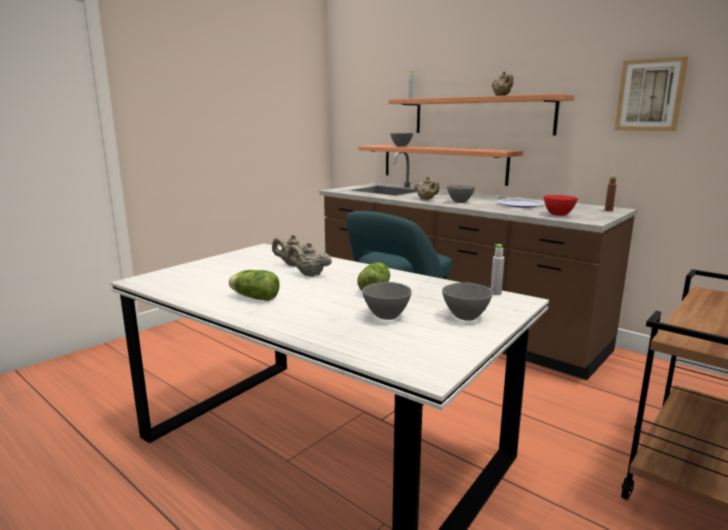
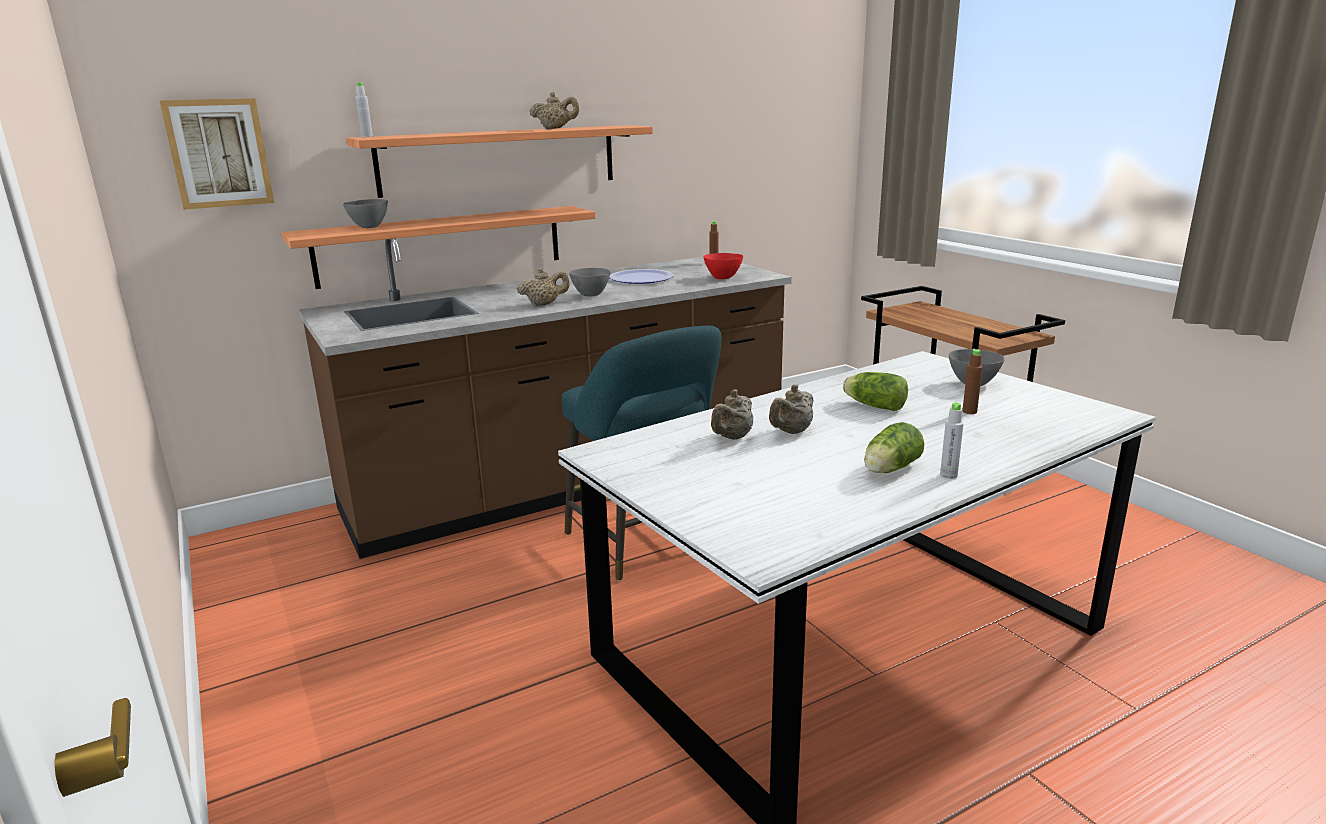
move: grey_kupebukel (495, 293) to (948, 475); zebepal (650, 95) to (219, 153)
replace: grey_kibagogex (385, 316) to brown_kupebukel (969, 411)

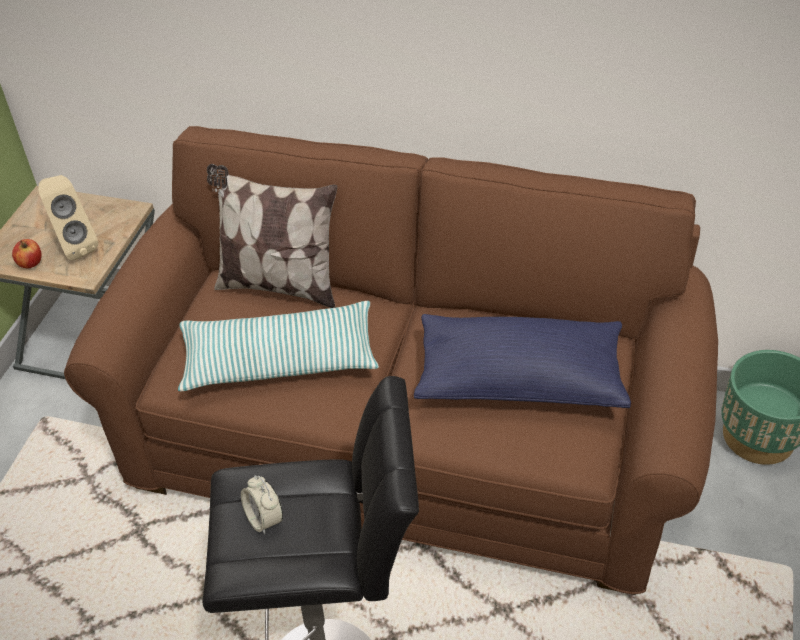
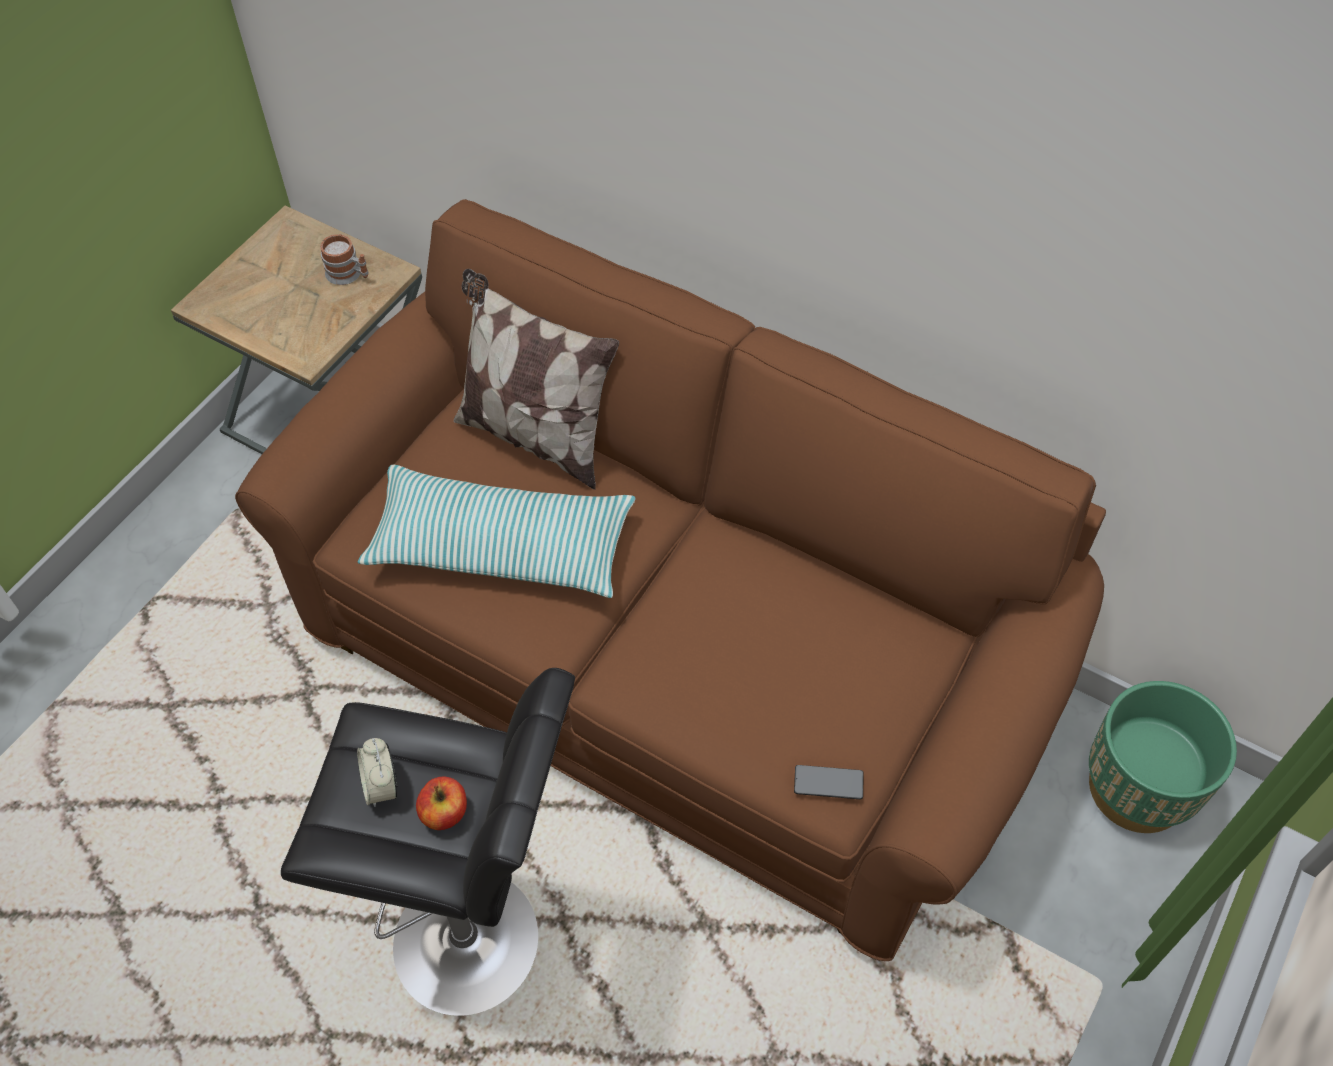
delete: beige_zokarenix (74, 246); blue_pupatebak (519, 379)
insert: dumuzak (349, 275); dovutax (828, 783)
move: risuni (30, 263) to (444, 812)

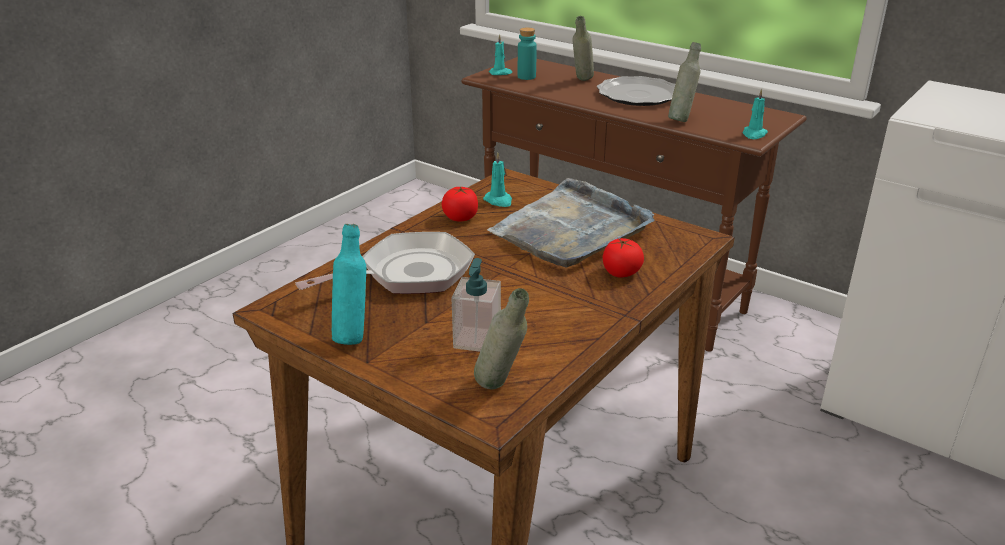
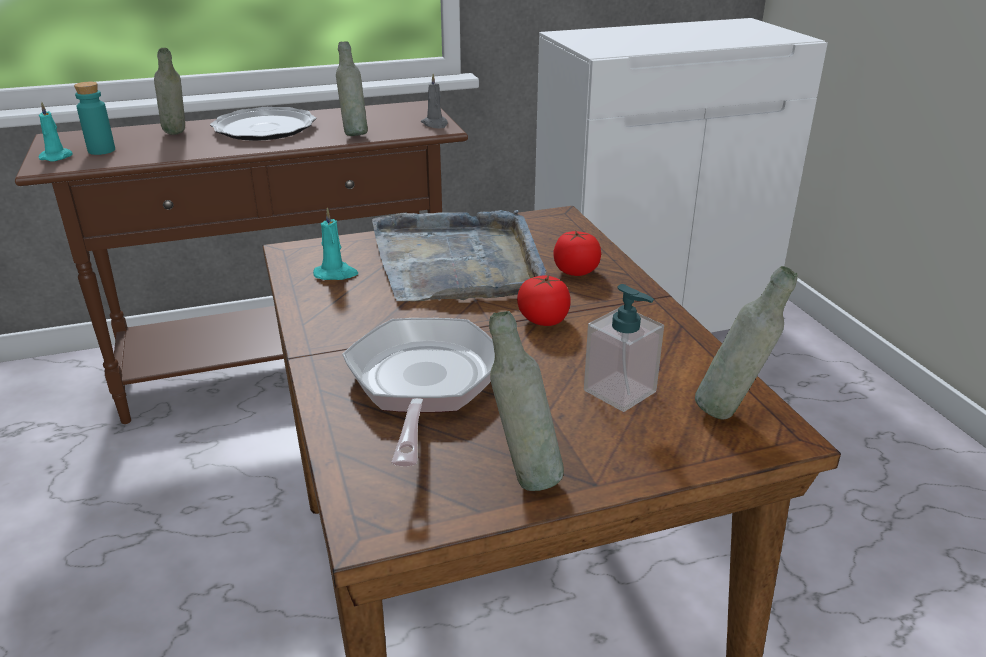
move: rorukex (460, 217) to (543, 320)
recolor: turquoise_kupebukel (353, 336) to grey_kupebukel (523, 475); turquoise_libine (754, 134) to grey_libine (435, 124)

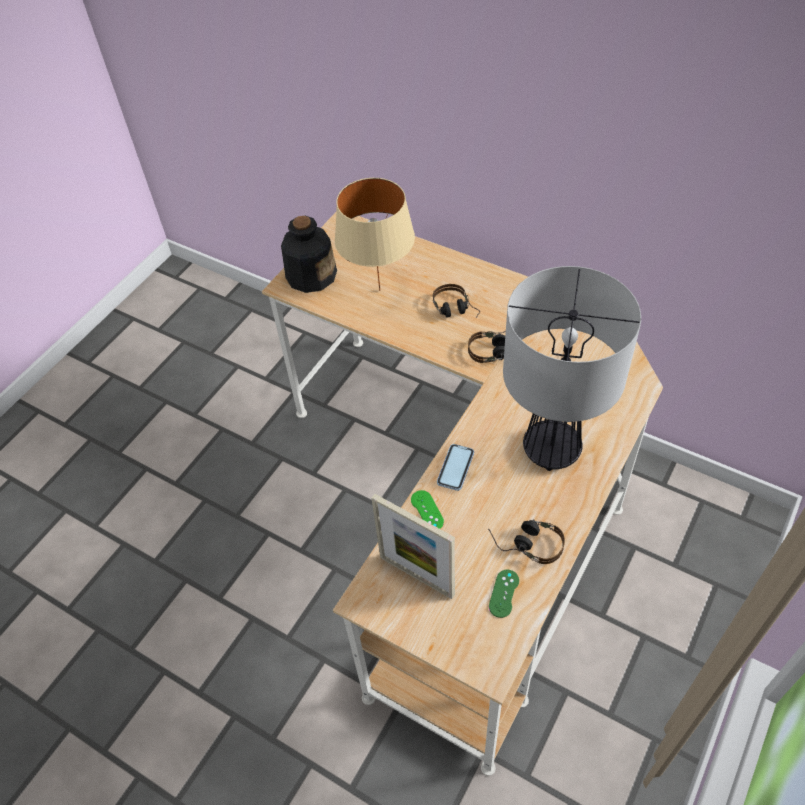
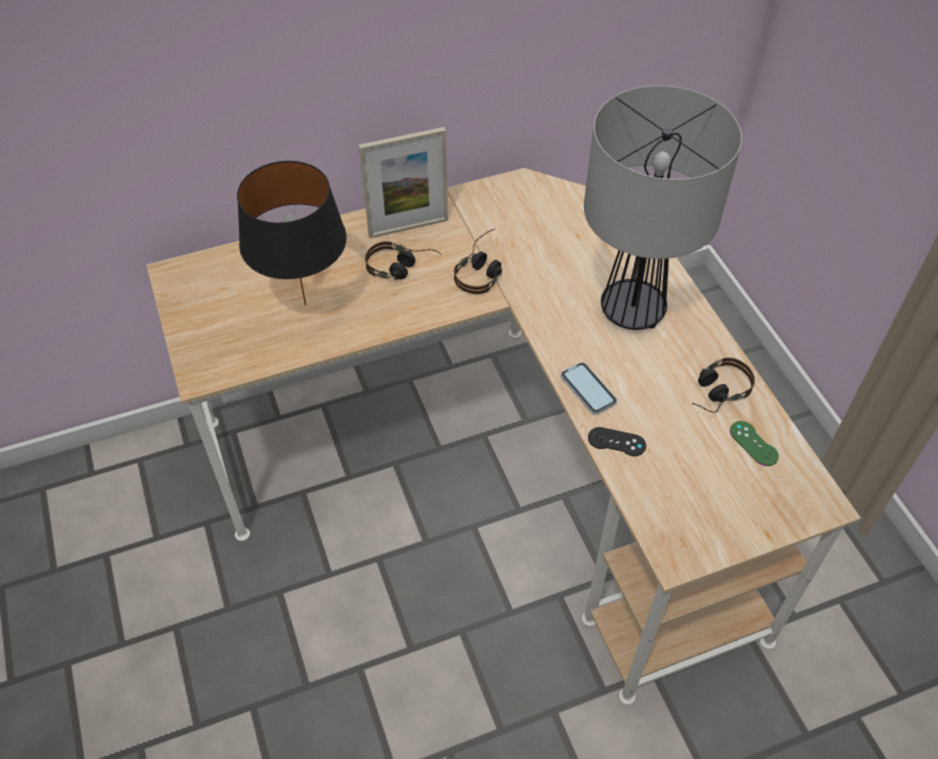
delete: kupebukel (311, 275)
move: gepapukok (416, 576) to (408, 227)
recolor: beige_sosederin (379, 290) to black_sosederin (305, 306); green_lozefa (427, 511) to black_lozefa (616, 442)

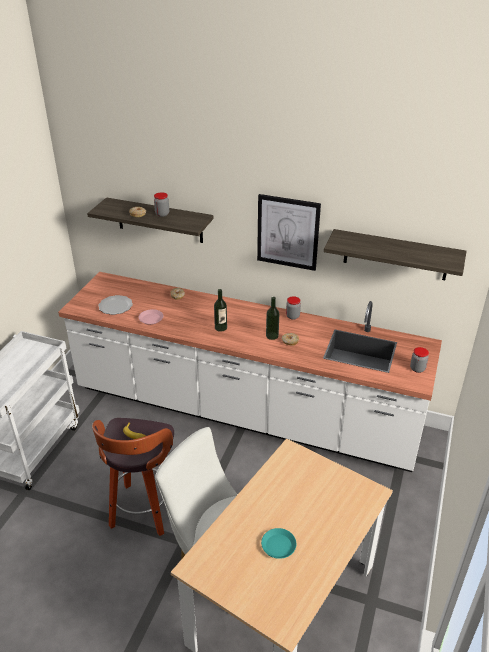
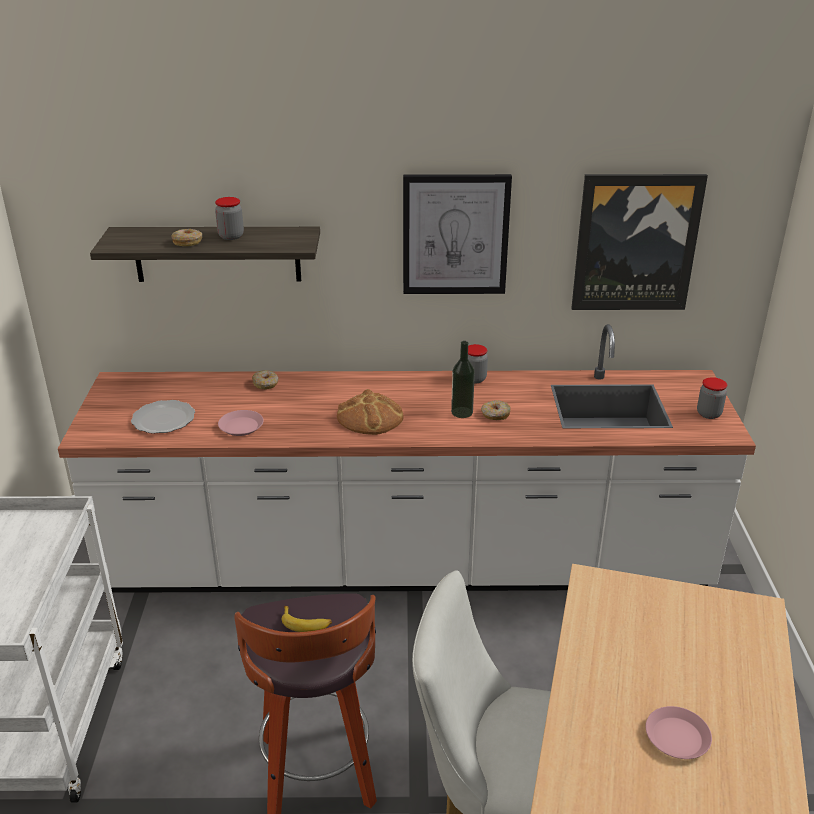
replace: kupebukel (220, 328) to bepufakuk (370, 417); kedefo (395, 255) to zebepal (635, 242)
recolor: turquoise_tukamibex (278, 545) to pink_tukamibex (677, 737)

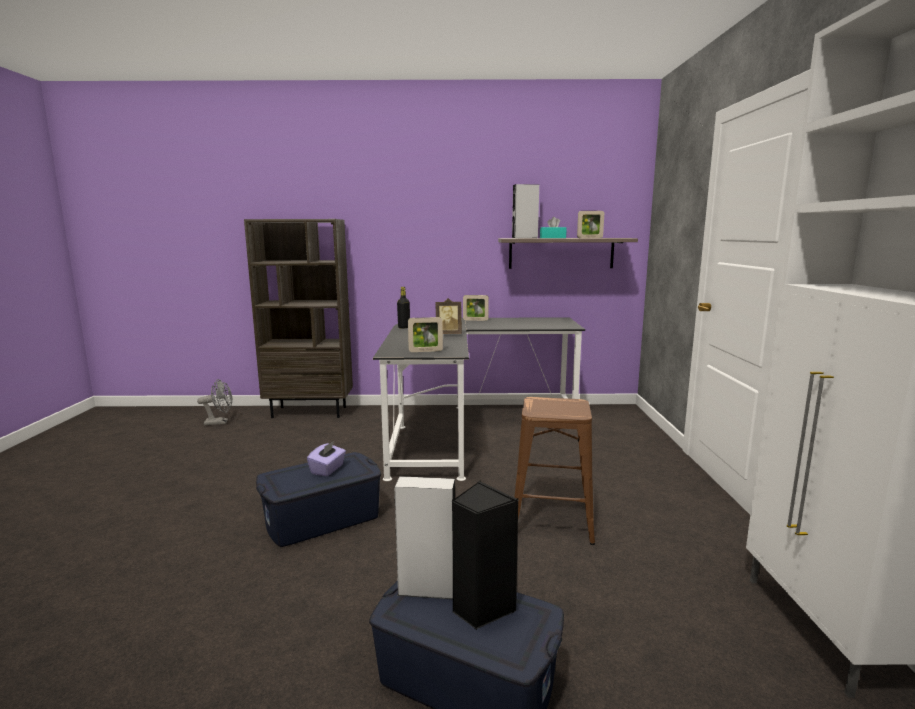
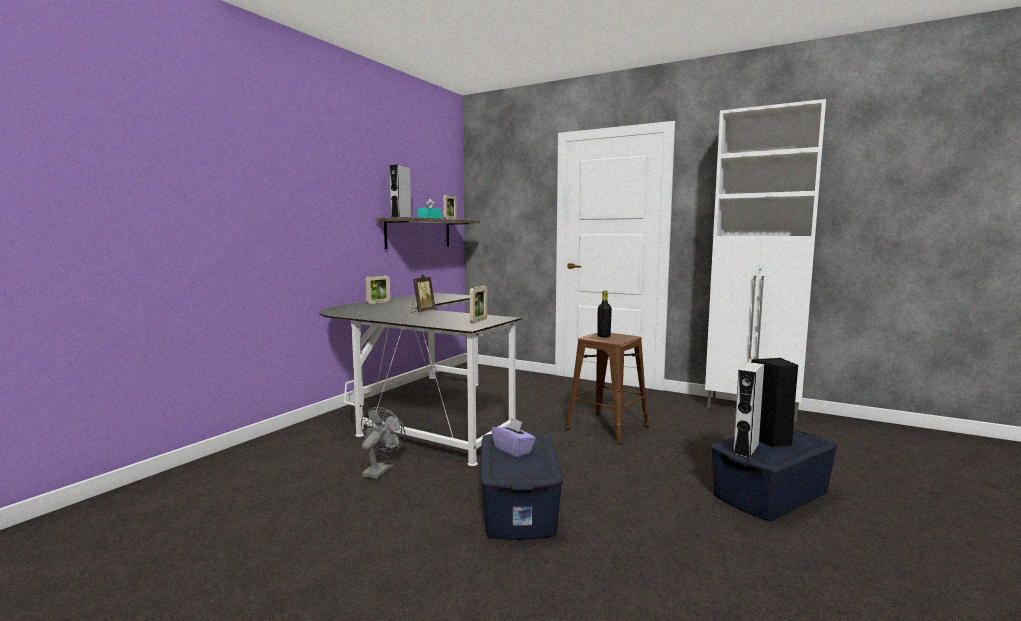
delete: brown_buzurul (310, 412)
move: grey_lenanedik (220, 422) to (380, 469); black_kupebukel (404, 327) to (603, 336)

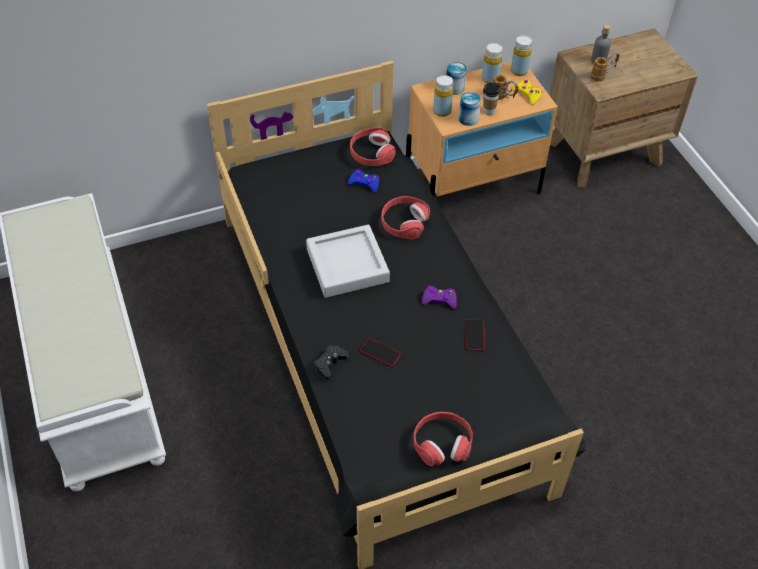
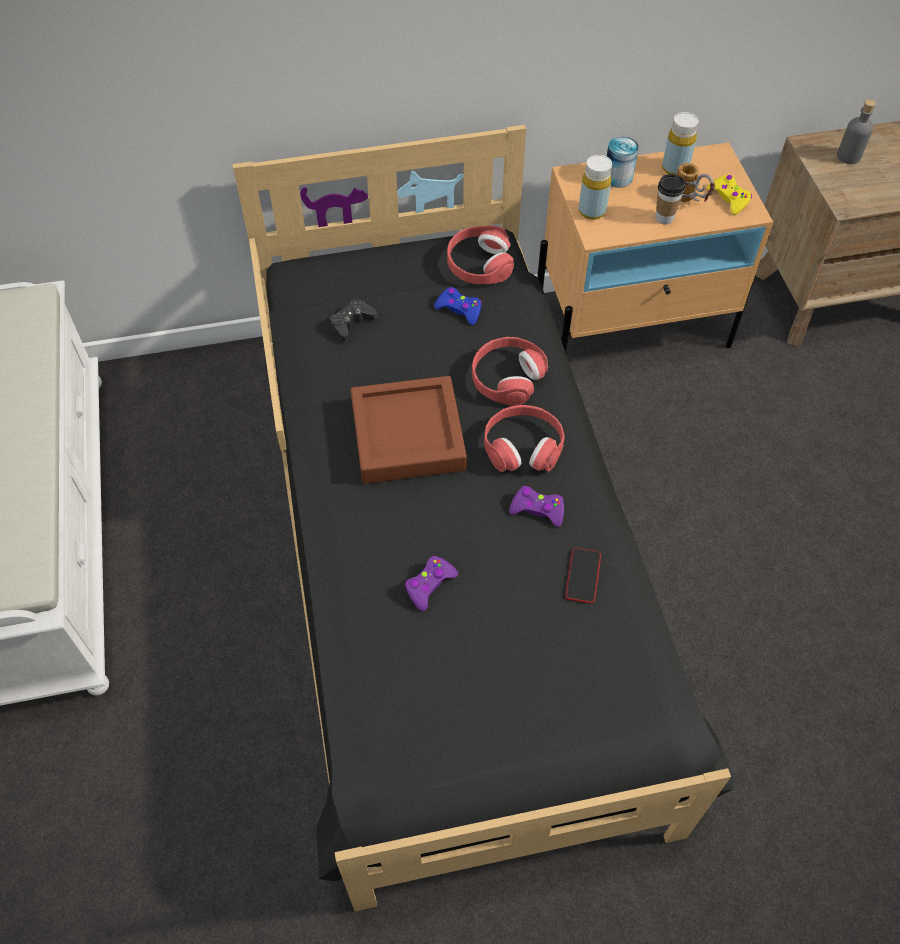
delete: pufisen (468, 119); yellow_kupebukel (519, 71); dumuzak (603, 75)
move: black_lozefa (330, 364) to (352, 323); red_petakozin (442, 443) to (523, 446)
replace: dovutax (380, 353) to purple_lozefa (429, 585)
recolor: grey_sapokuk (347, 265) to brown_sapokuk (408, 436)

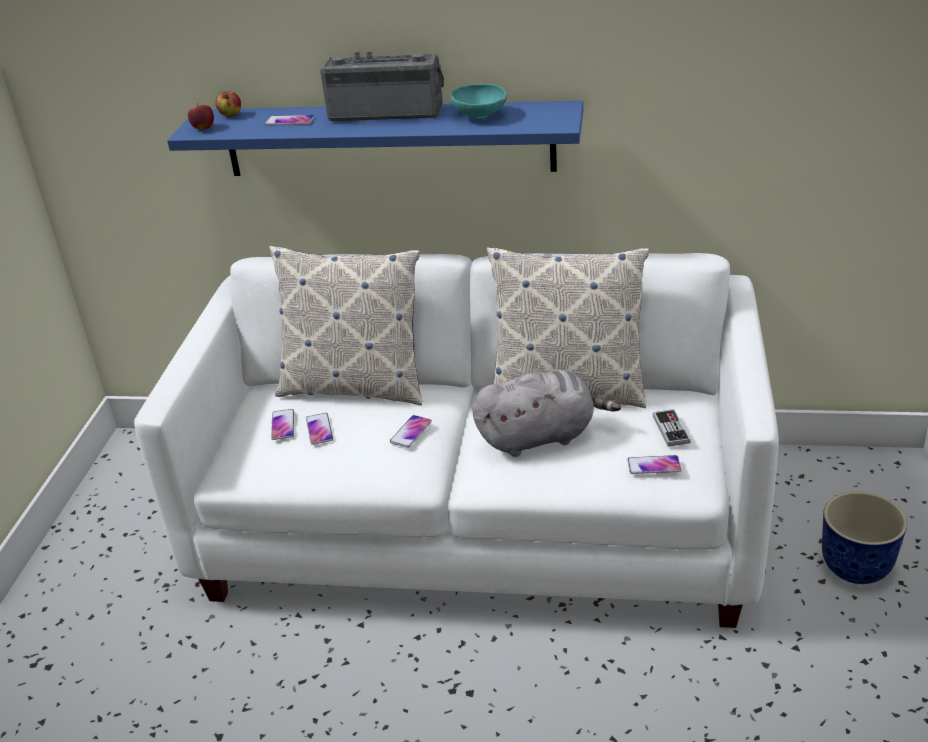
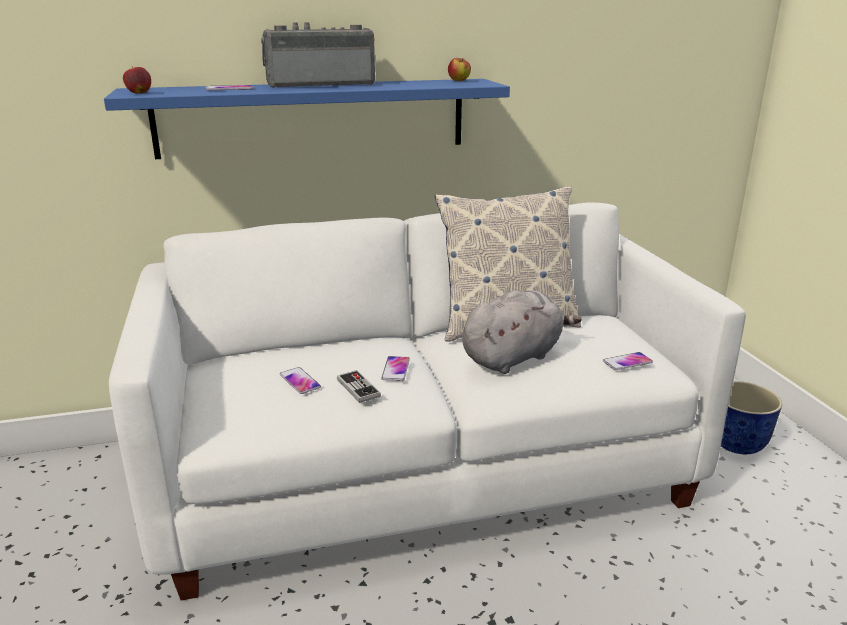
delete: pupatebak (354, 386); dovutax (283, 425); turquoise_kibagogex (480, 117)
move: risuni (230, 115) to (459, 81); lozefa (671, 429) to (358, 388)

